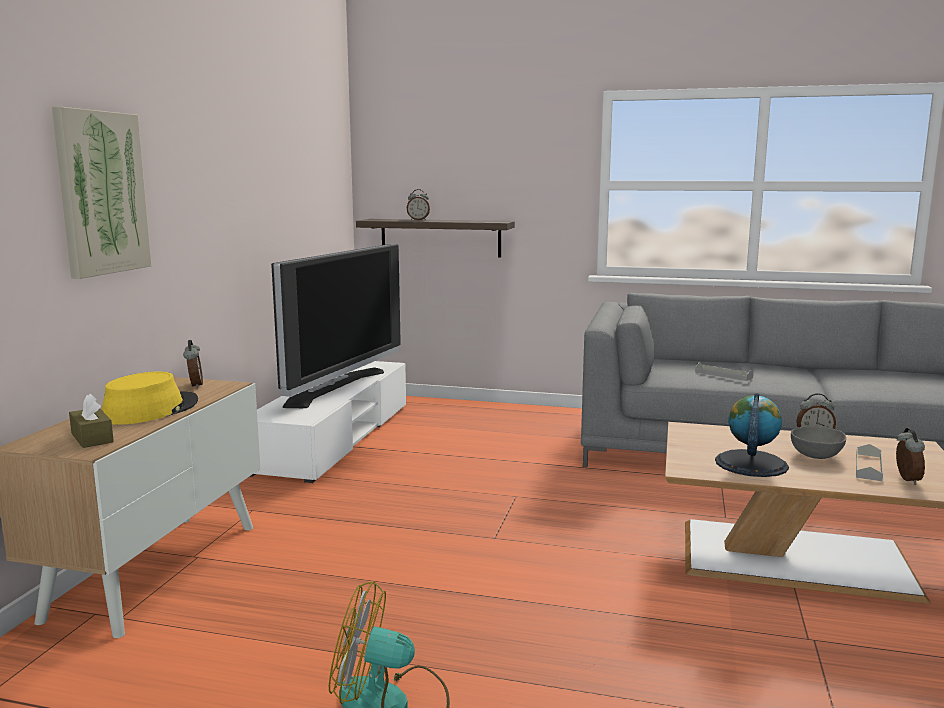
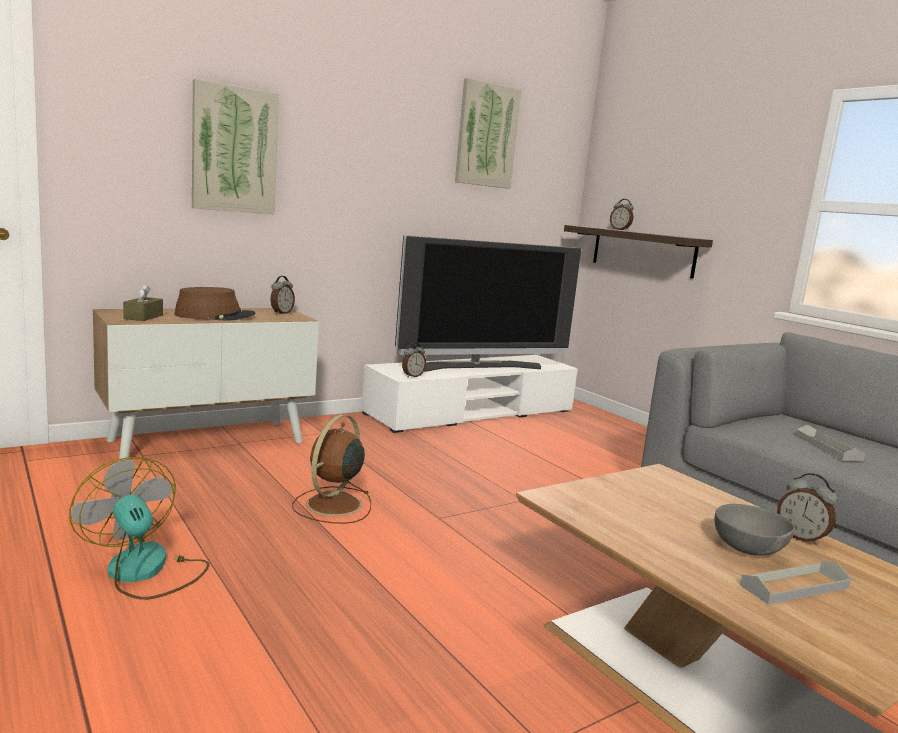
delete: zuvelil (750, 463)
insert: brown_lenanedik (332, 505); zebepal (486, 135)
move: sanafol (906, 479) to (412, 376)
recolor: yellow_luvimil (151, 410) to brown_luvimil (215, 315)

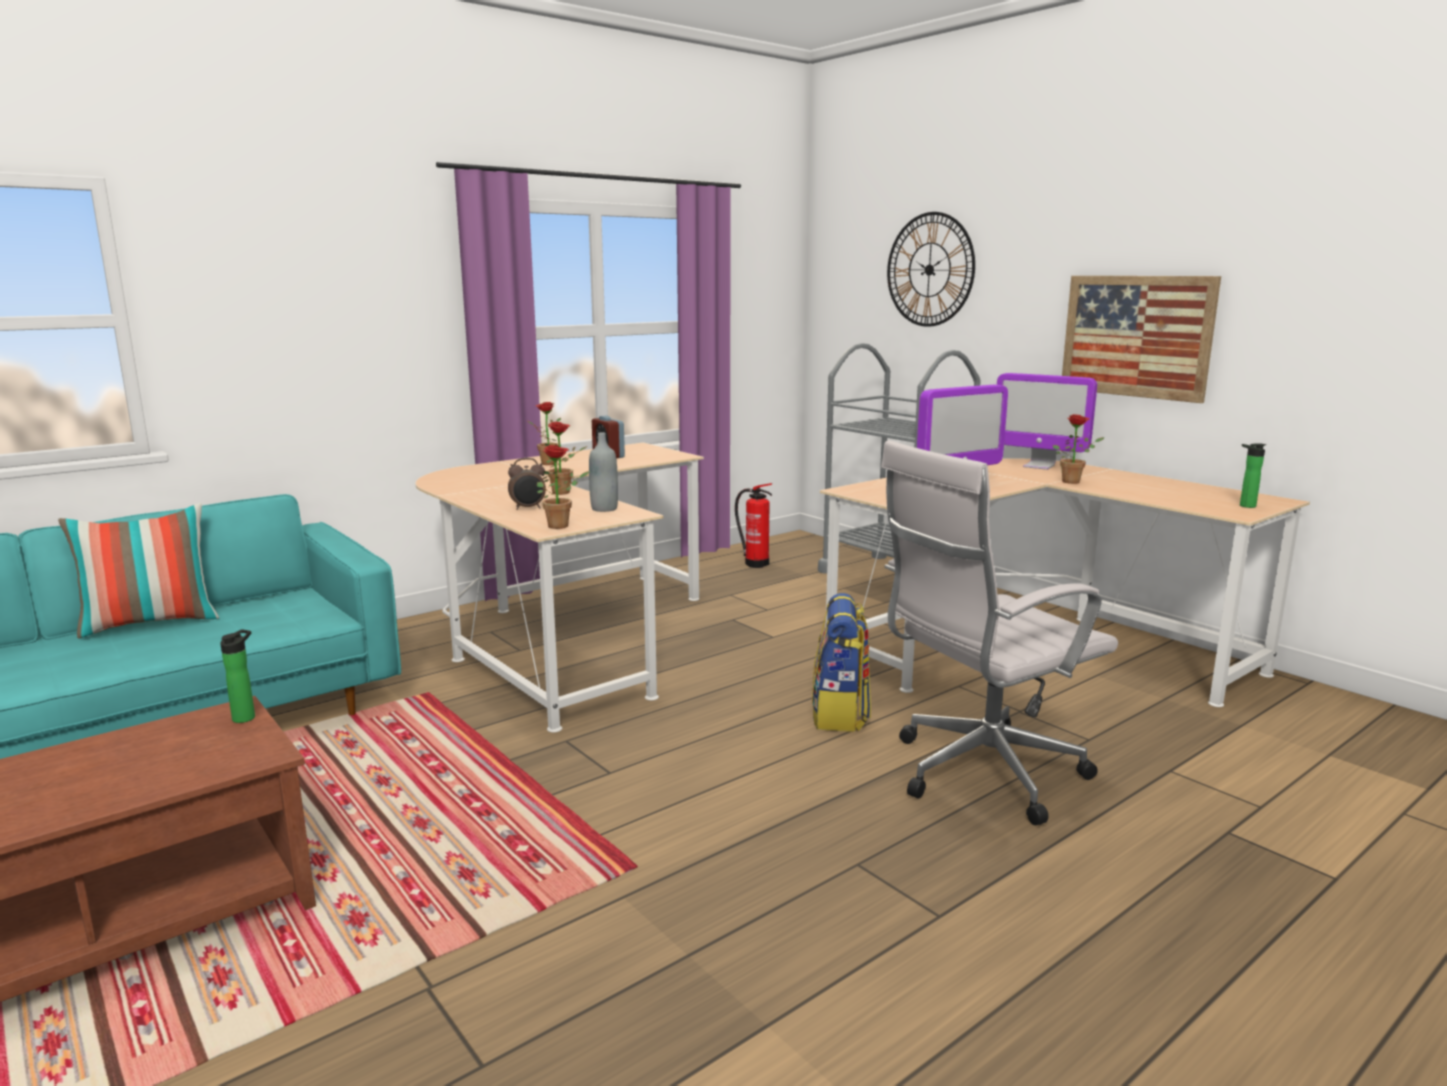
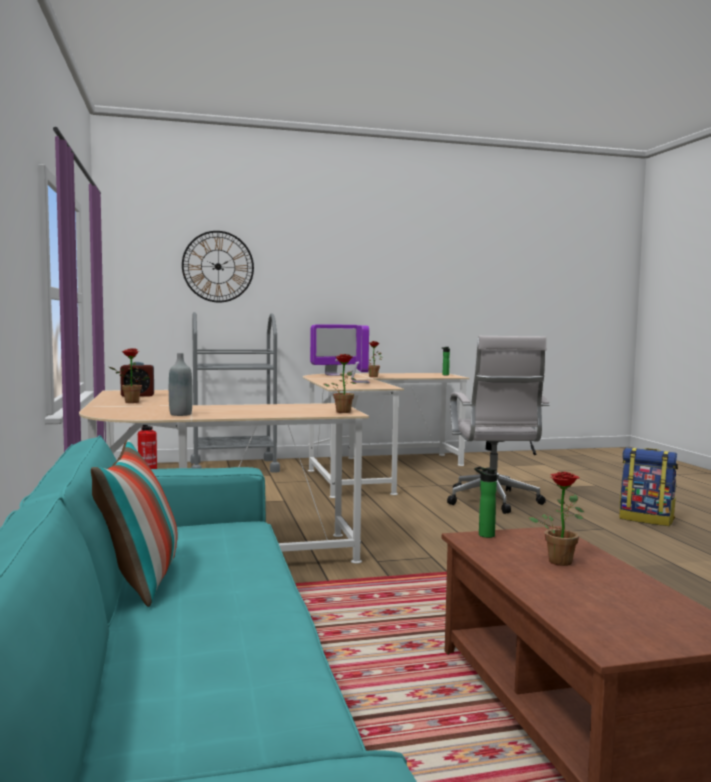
delete: sanafol (528, 508); zebepal (1136, 336)
move: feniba (565, 492) to (560, 560); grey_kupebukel (604, 508) to (180, 414); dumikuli (840, 714) to (647, 519)

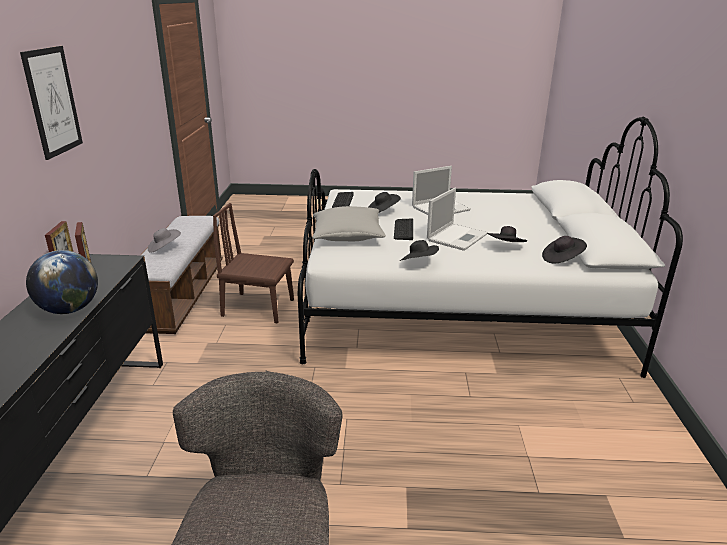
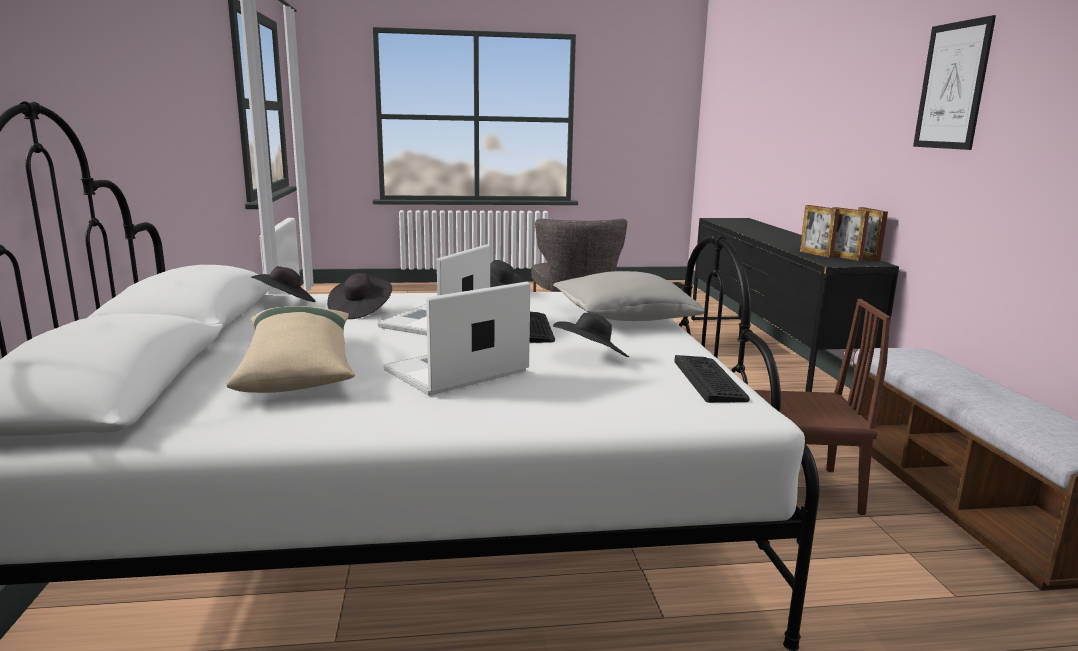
delete: zuvelil (69, 310); grey_luvimil (164, 248)
insert: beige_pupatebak (299, 366); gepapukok (816, 254)

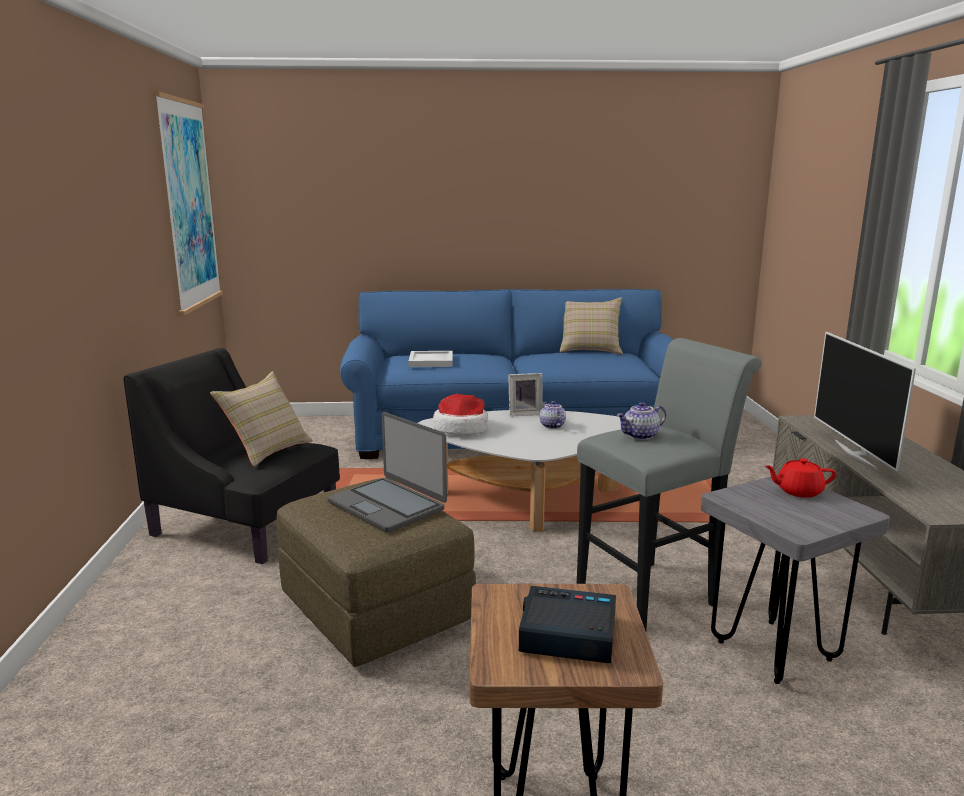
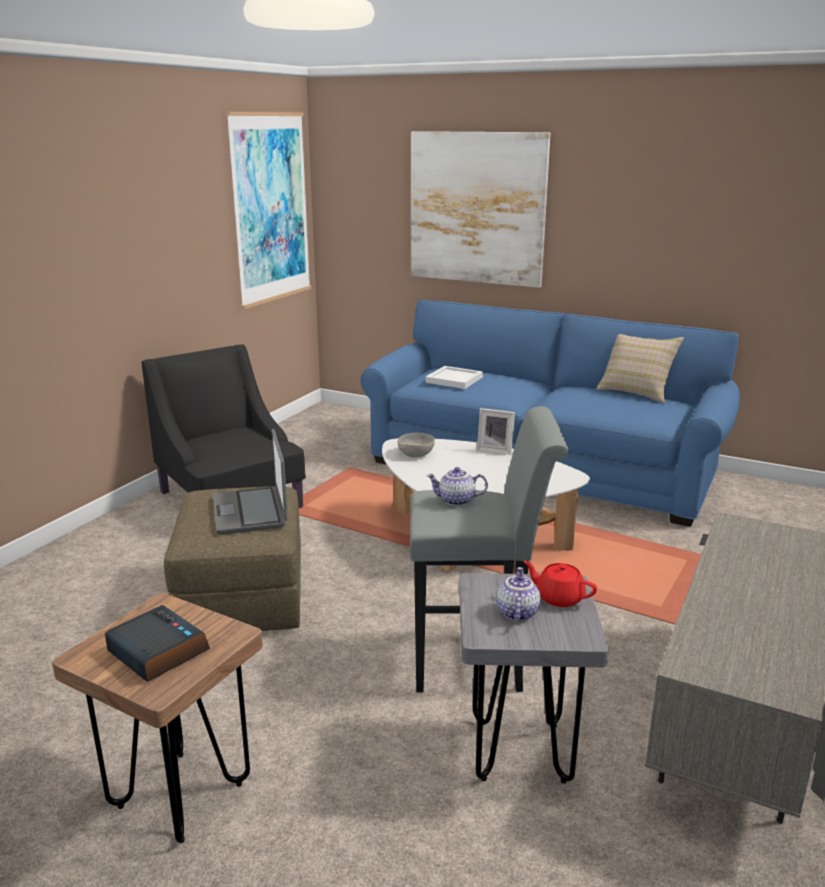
delete: beige_pupatebak (267, 450); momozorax (856, 454)
insert: zebepal (477, 208)
move: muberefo (551, 426) to (516, 612)
replace: luvimil (461, 428) to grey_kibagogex (415, 454)

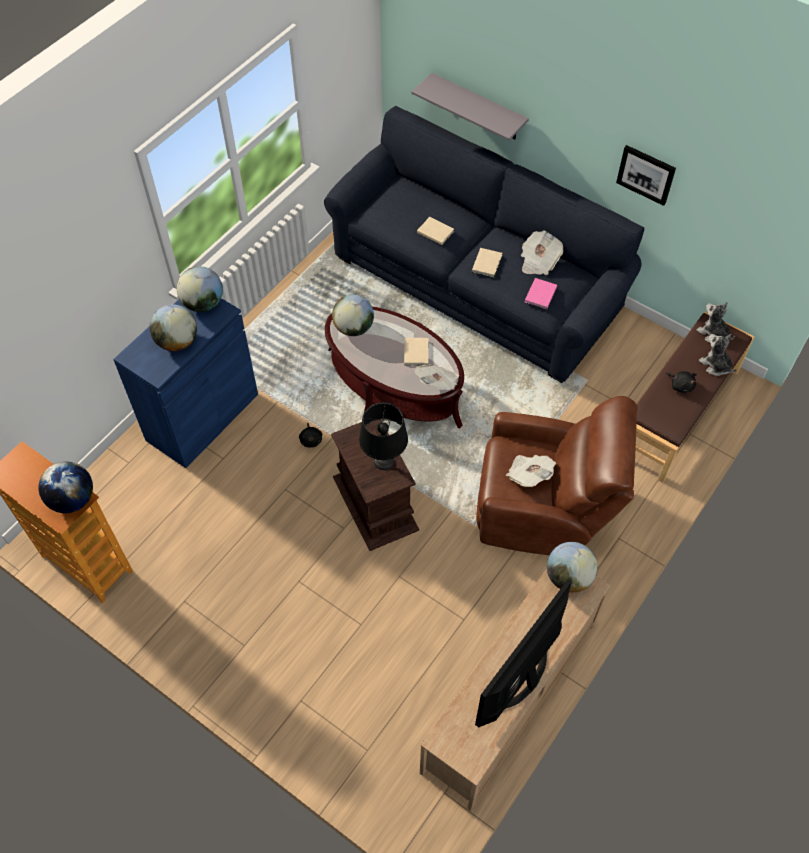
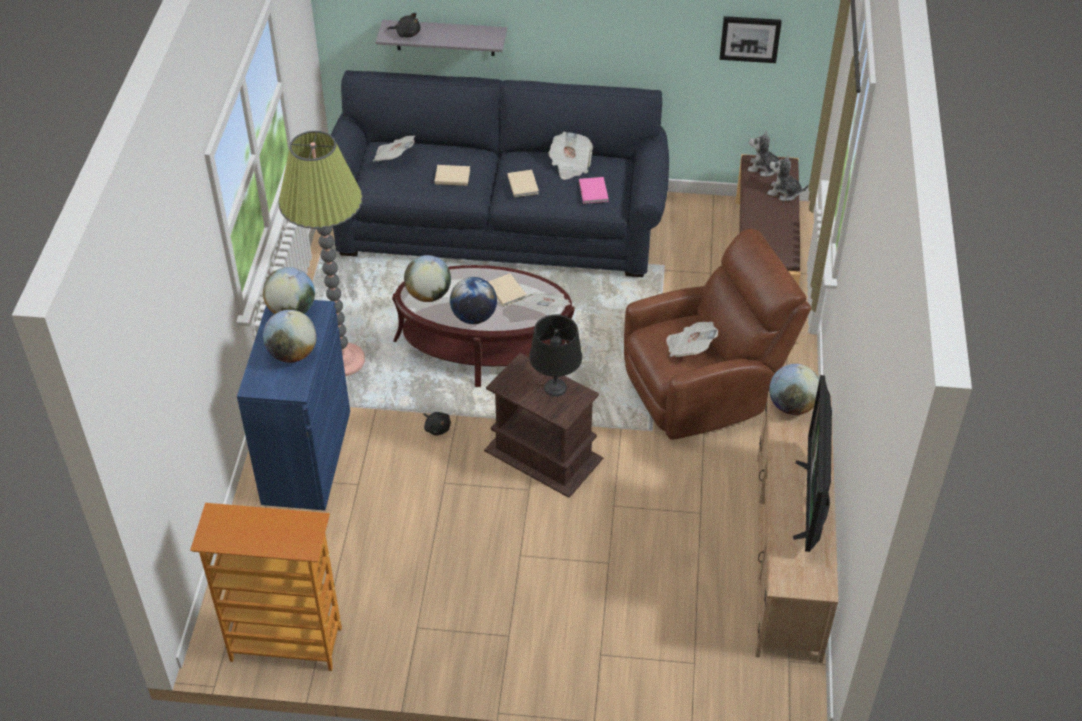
insert: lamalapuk (343, 361); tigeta (394, 157)
move: zuvelil (72, 499) to (474, 317); zebepal (646, 174) to (750, 38); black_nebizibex (680, 385) to (407, 33)

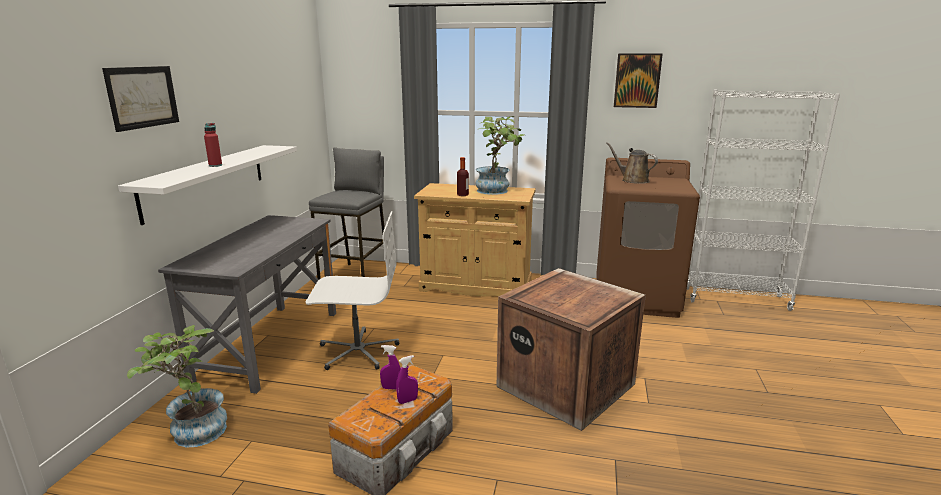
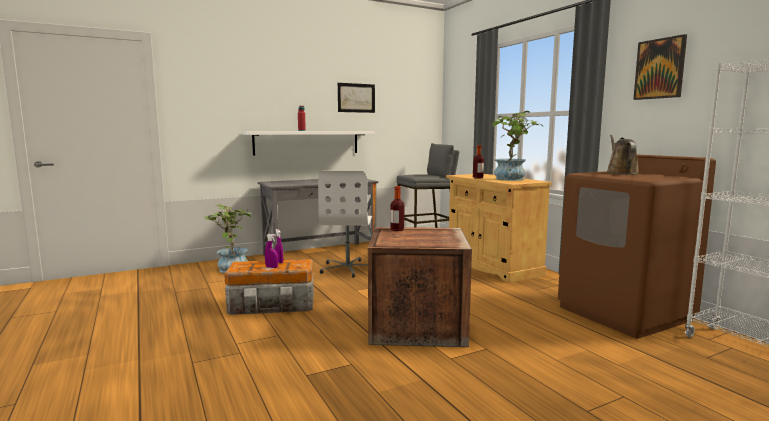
insert: kupebukel (397, 229)
move: zebepal (143, 97) to (356, 98)
rotate: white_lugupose (357, 351) = (348, 268) 45 degrees clockwise

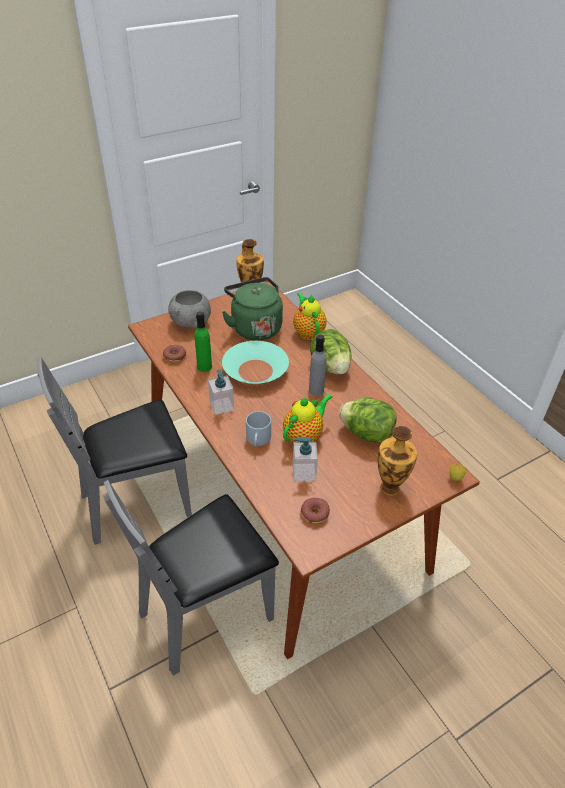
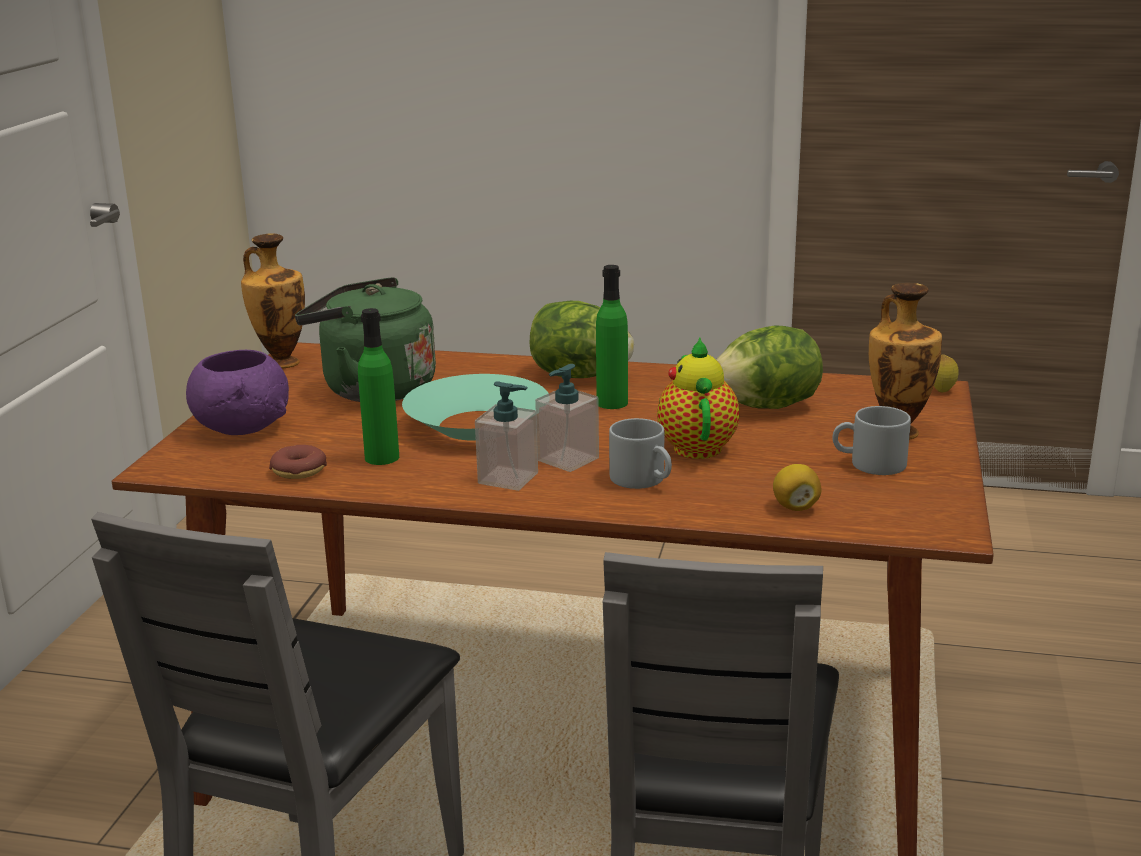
delete: muberefo (308, 332); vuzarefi (315, 513)
insert: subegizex (795, 507); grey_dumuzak (869, 464)
move: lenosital (303, 472) to (567, 459)
recolor: grey_kibagogex (191, 322) to purple_kibagogex (242, 428); grey_kupebukel (316, 390) to green_kupebukel (612, 403)

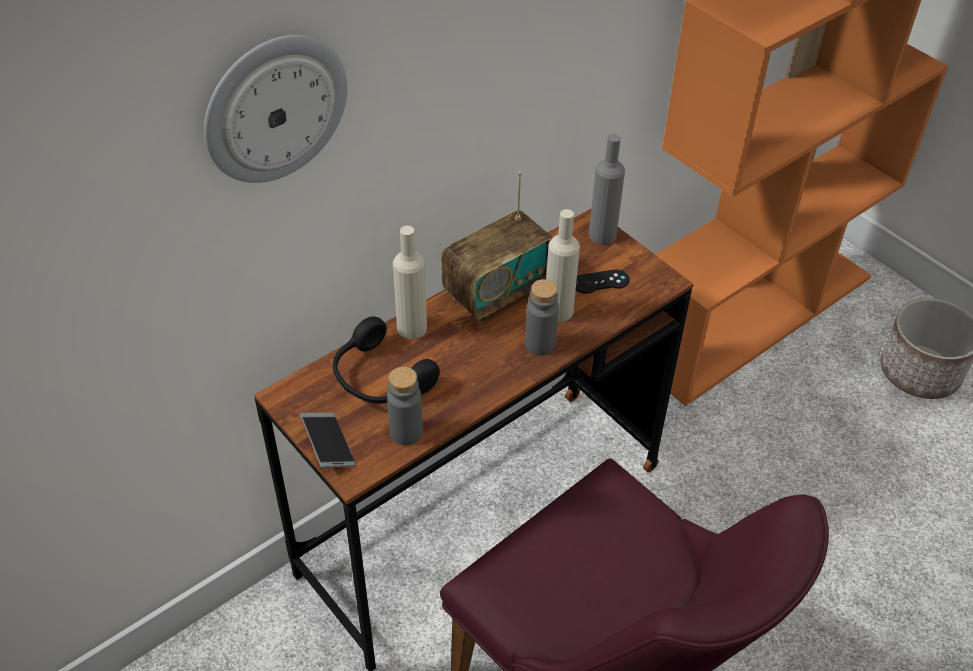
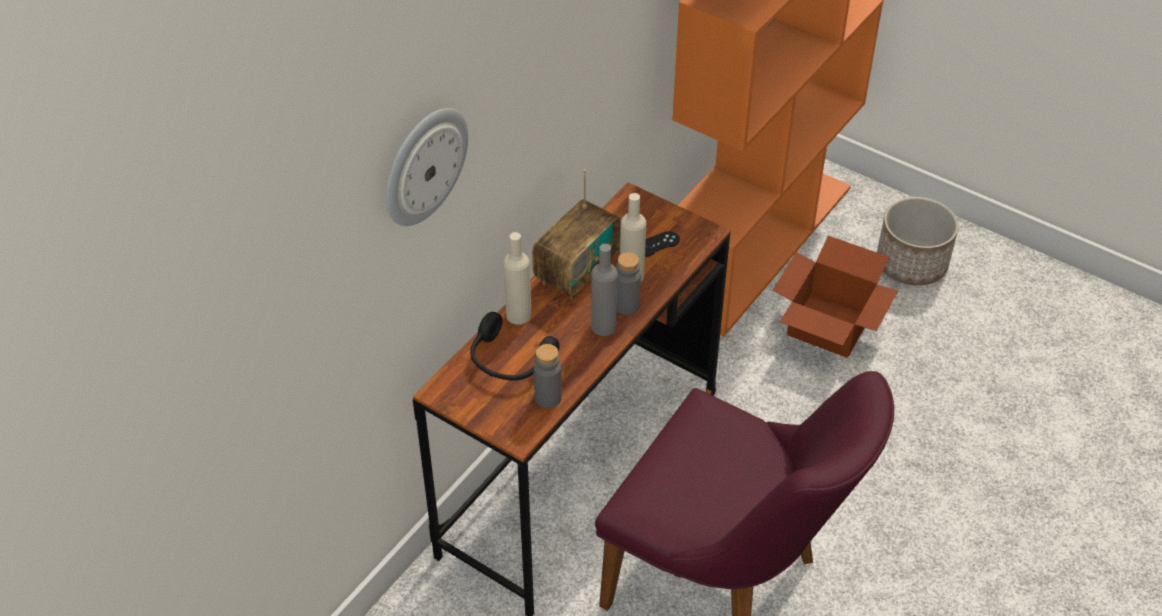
delete: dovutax (328, 444)
insert: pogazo (826, 326)
move: grey_kupebukel (602, 235) to (603, 326)

